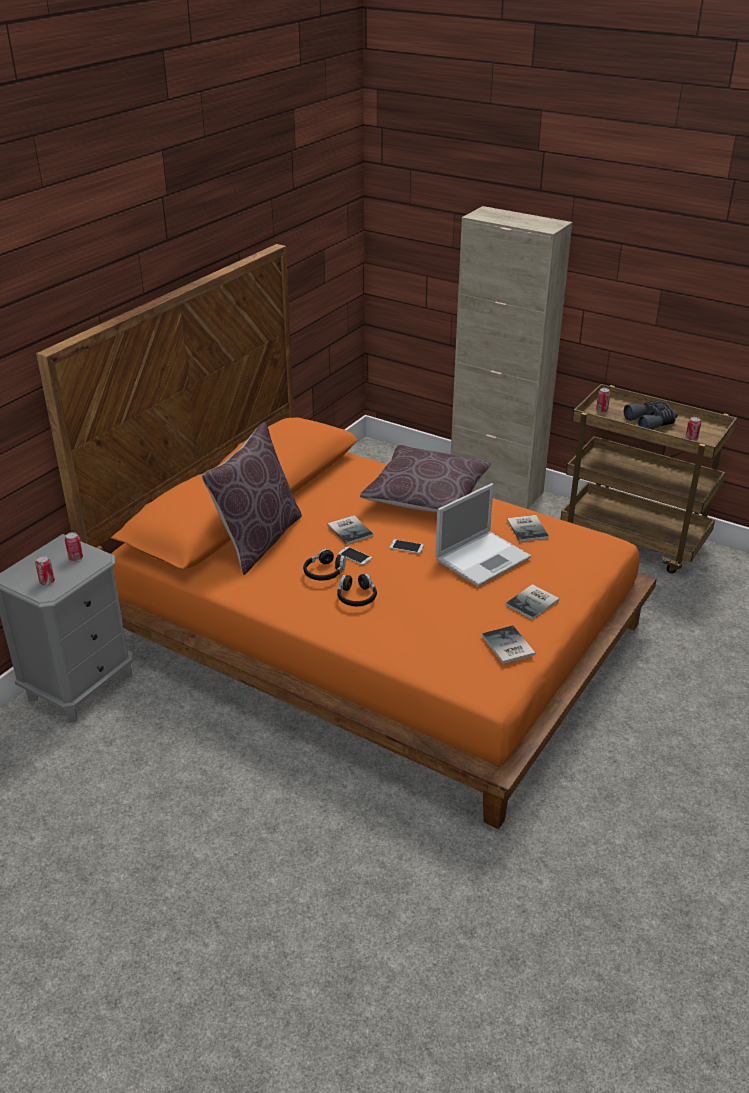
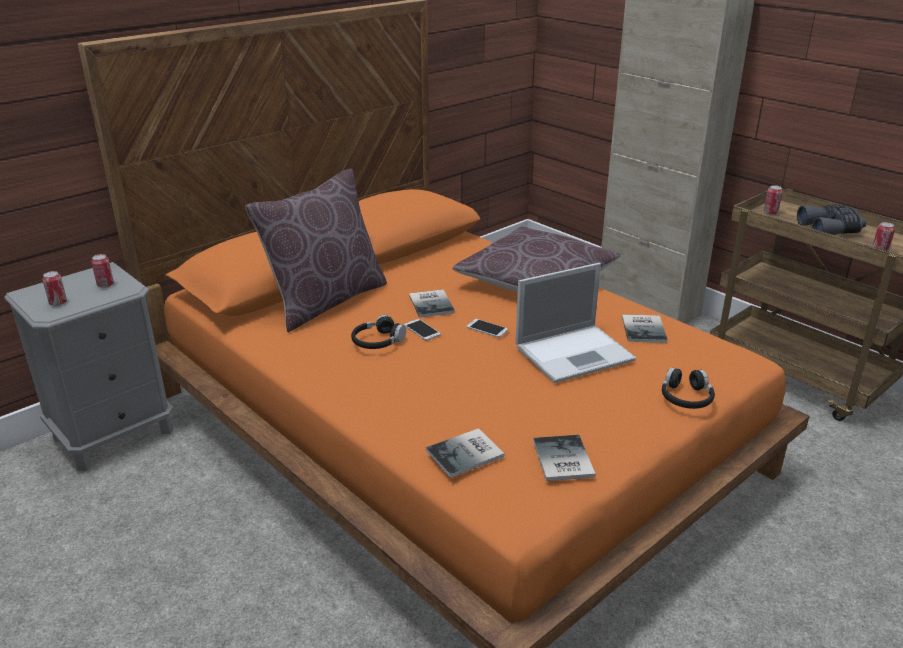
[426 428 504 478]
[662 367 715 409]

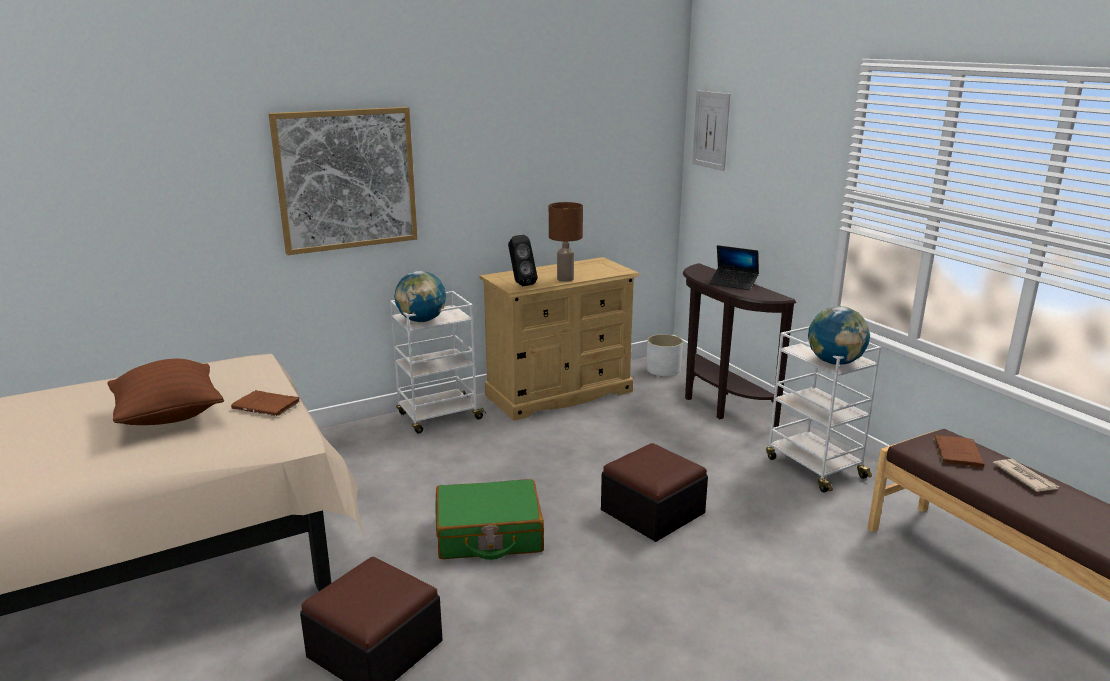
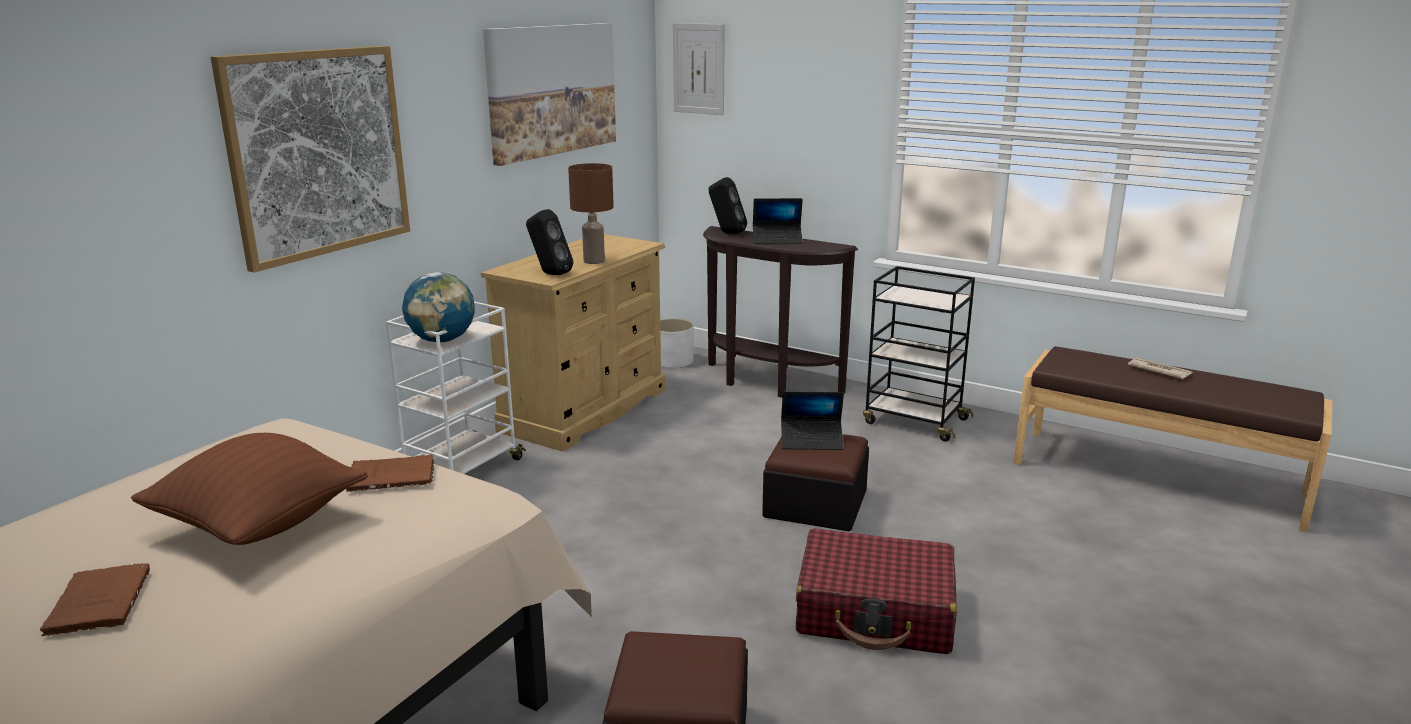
[40 563 150 636]
[483 23 616 166]
[709 177 747 234]
[781 391 844 450]
[796 528 957 654]
[863 266 975 442]
[435 479 544 560] (first image)
[808 306 870 365] (first image)

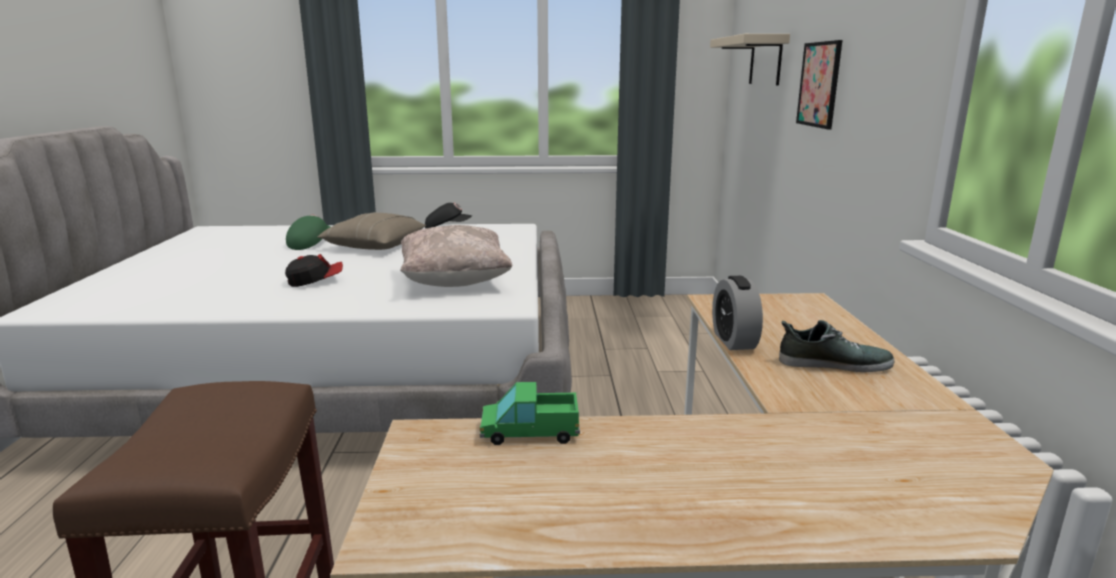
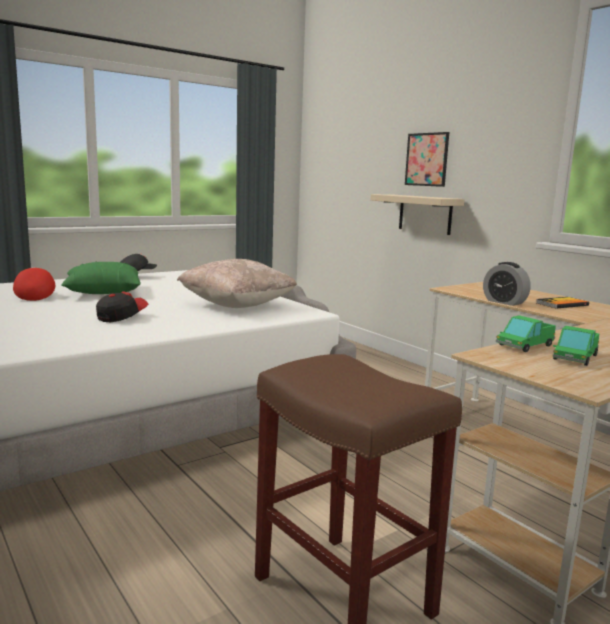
[13 267 55 301]
[61 262 141 294]
[371 194 464 235]
[536 297 589 309]
[553 326 599 366]

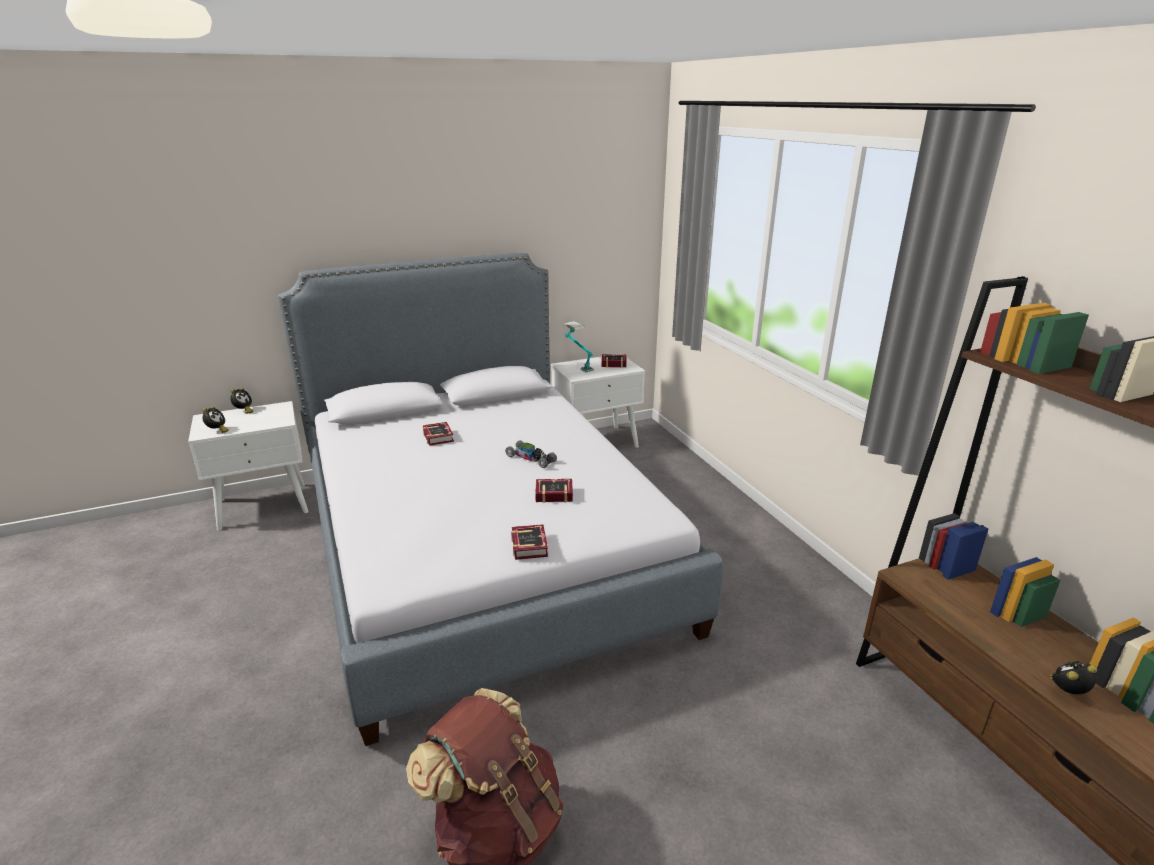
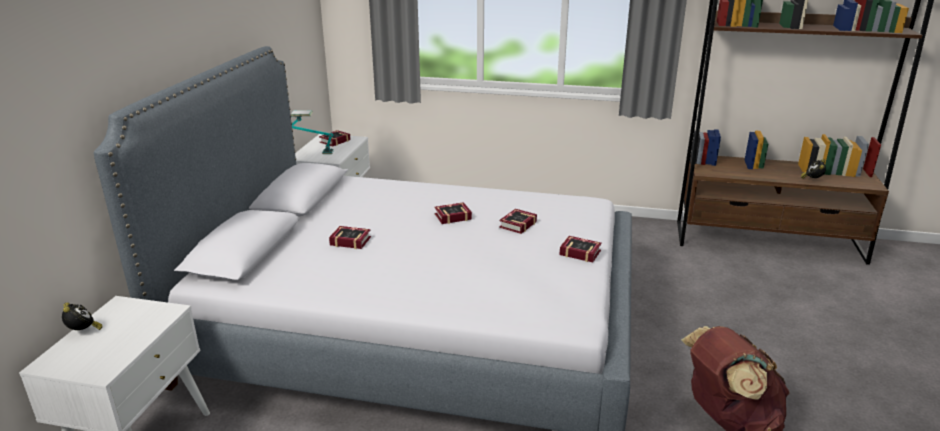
[434 202 472 224]
[202 406 229 433] (first image)

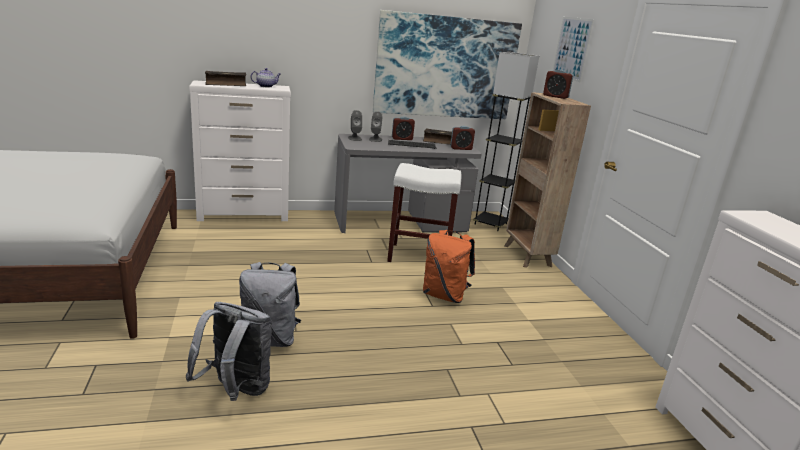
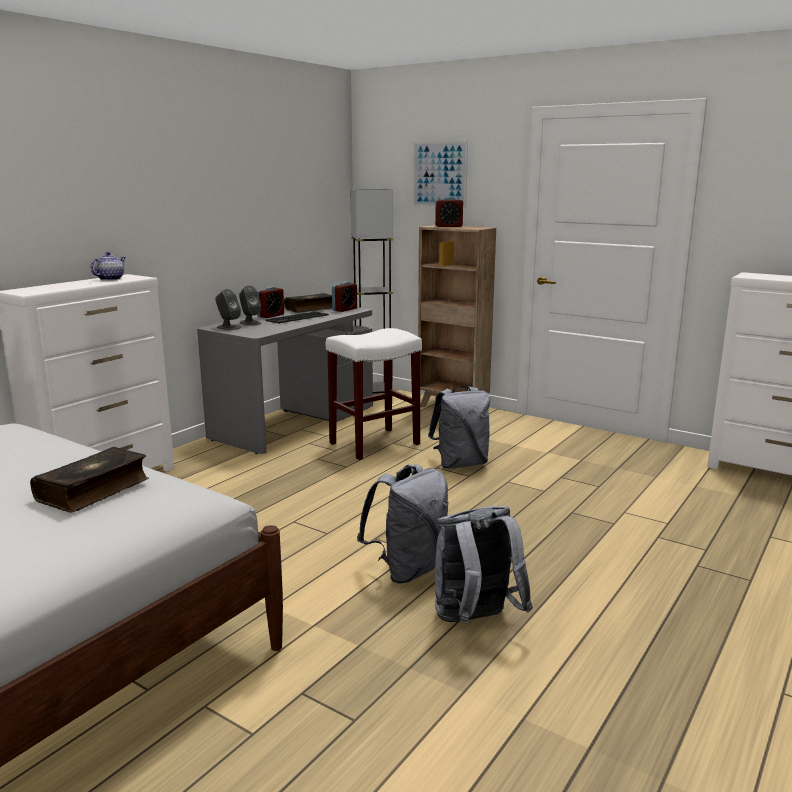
[30 447 149 513]
[428 386 490 469]
[373 10 522 119] (first image)

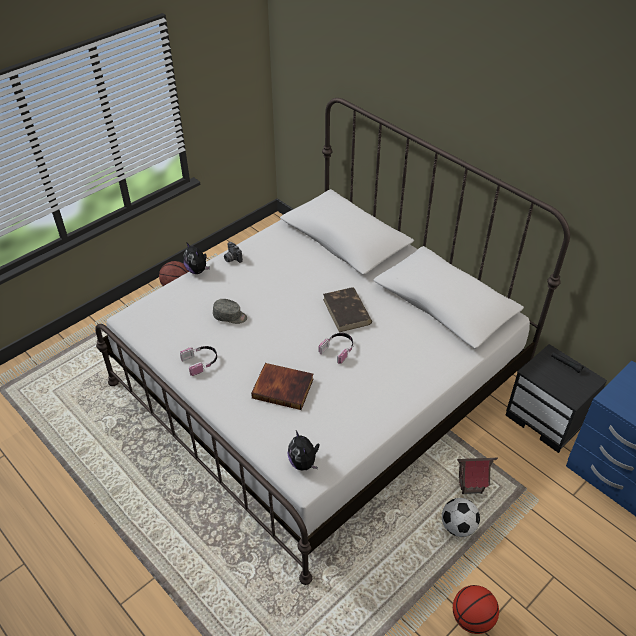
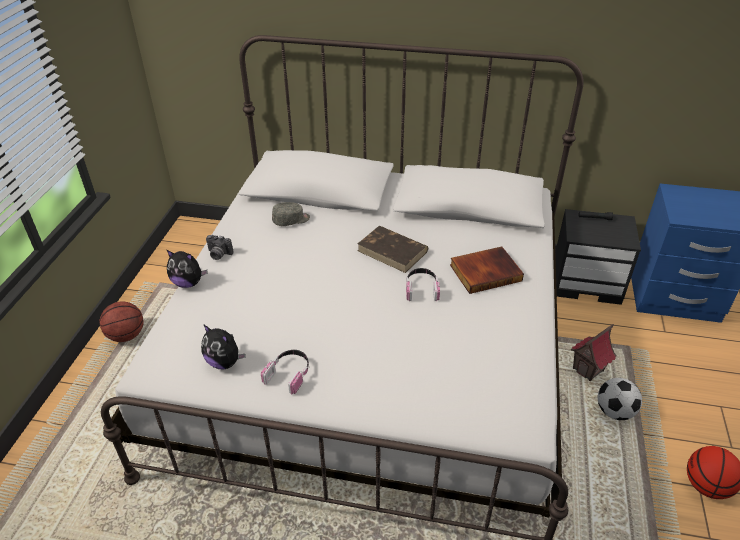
[201 324 246 370]
[272 202 310 226]
[450 246 524 294]

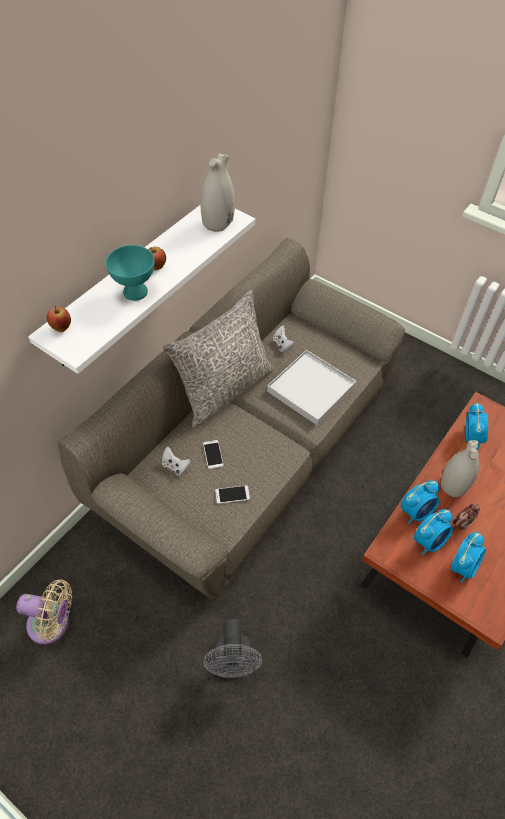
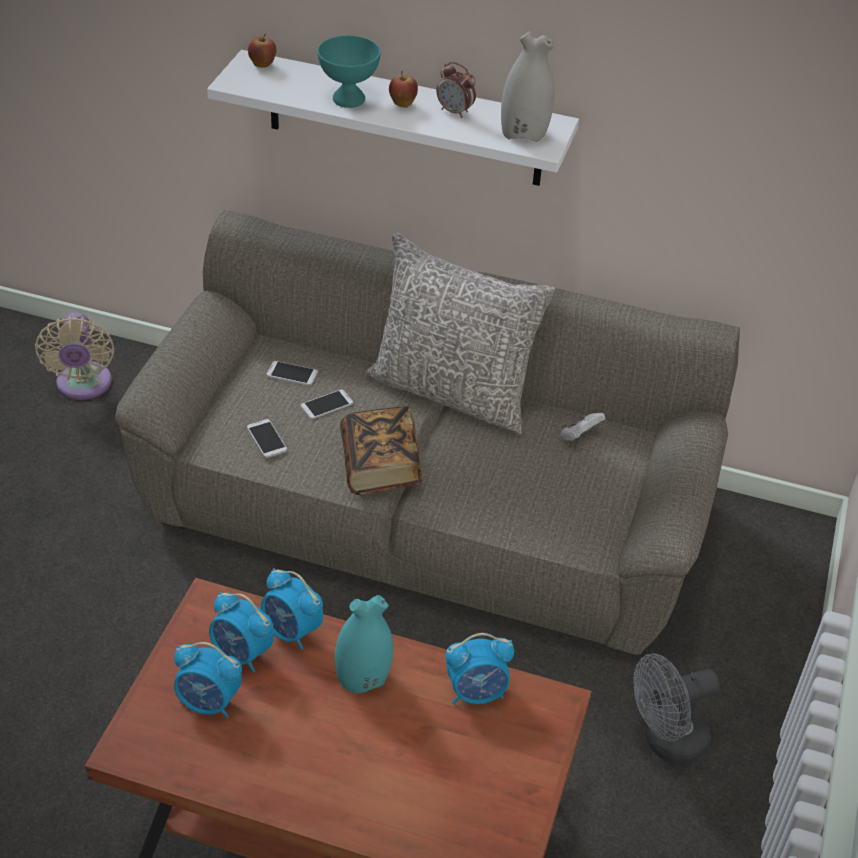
[266 361 318 386]
[335 595 393 694]
[340 406 422 495]
[437 62 476 118]
[634 654 720 764]
[267 350 356 425] (first image)

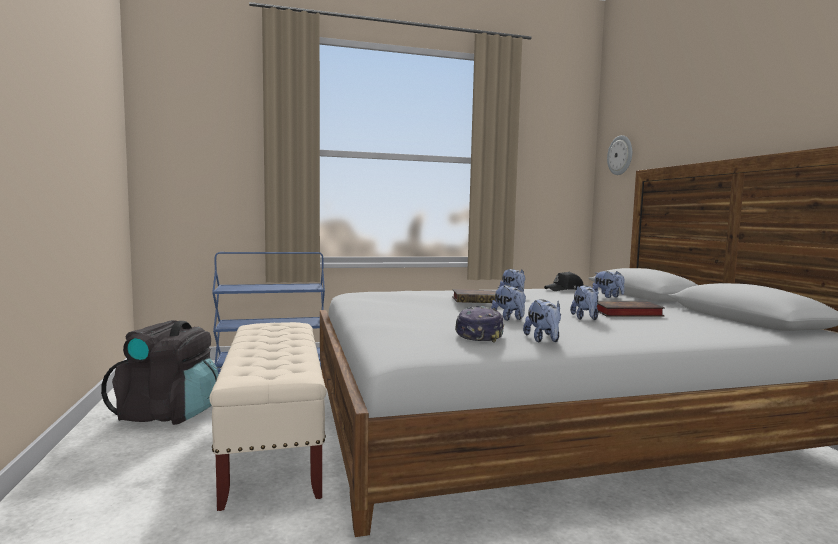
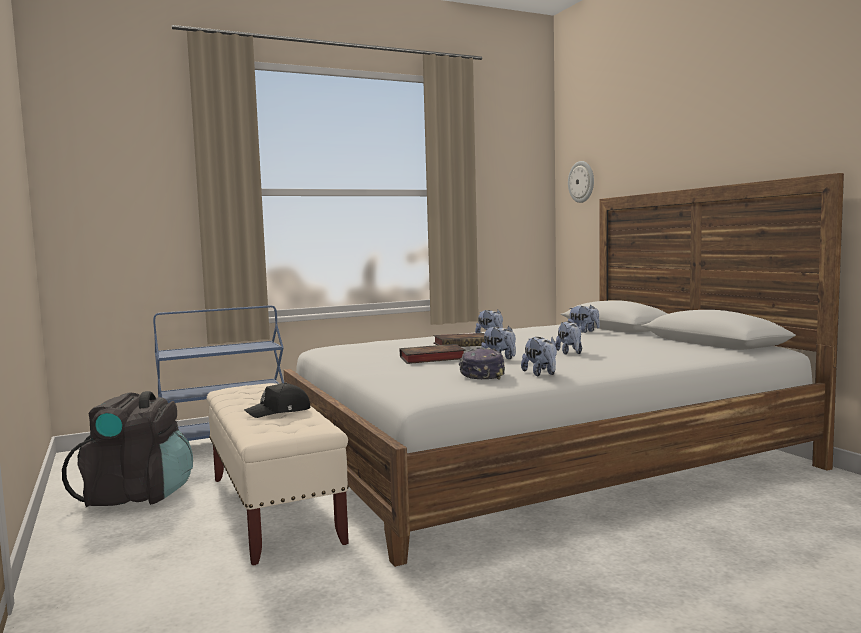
[244 382 310 418]
[400 344 466 364]

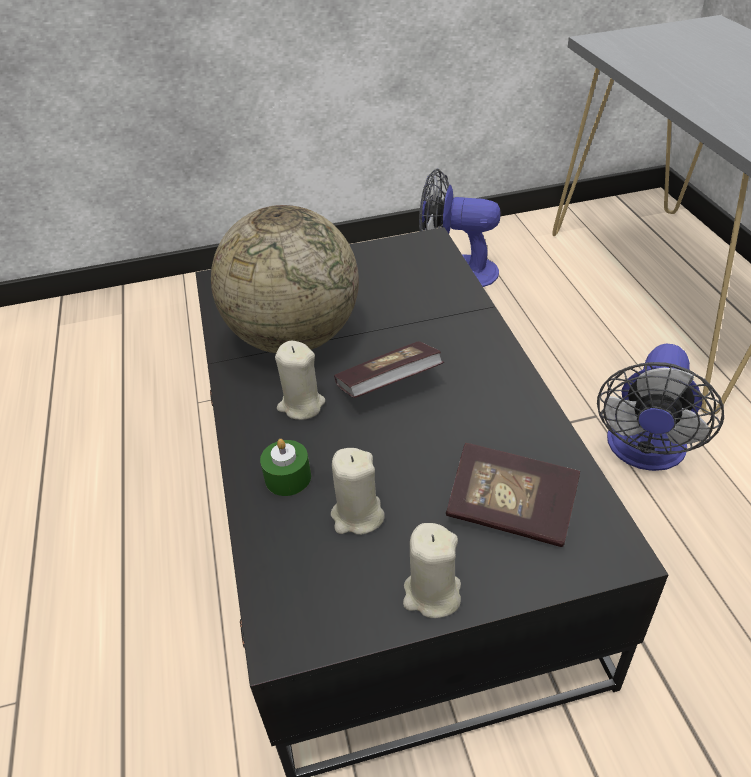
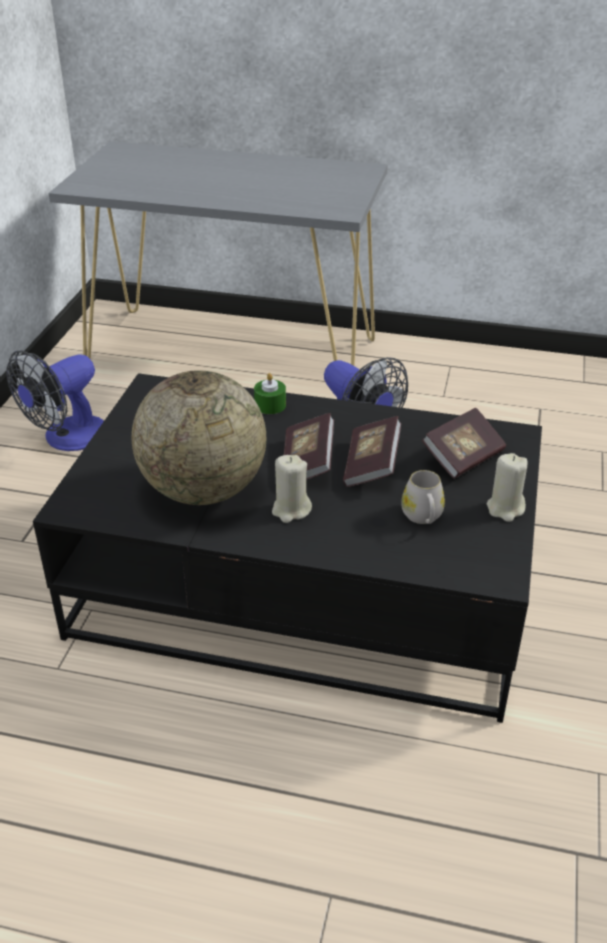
[254 373 286 414]
[343 416 401 487]
[401 470 445 524]

